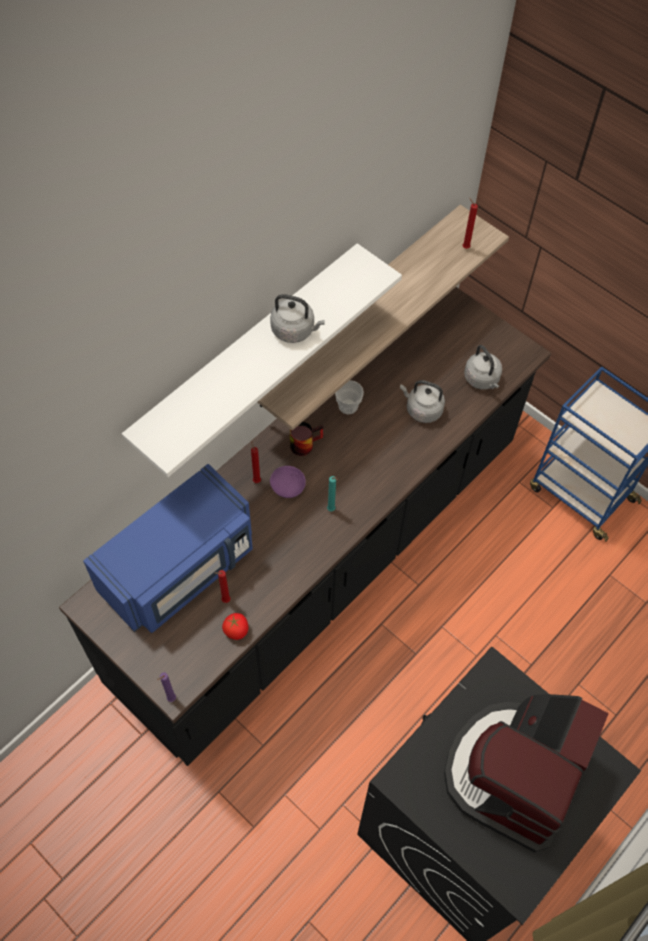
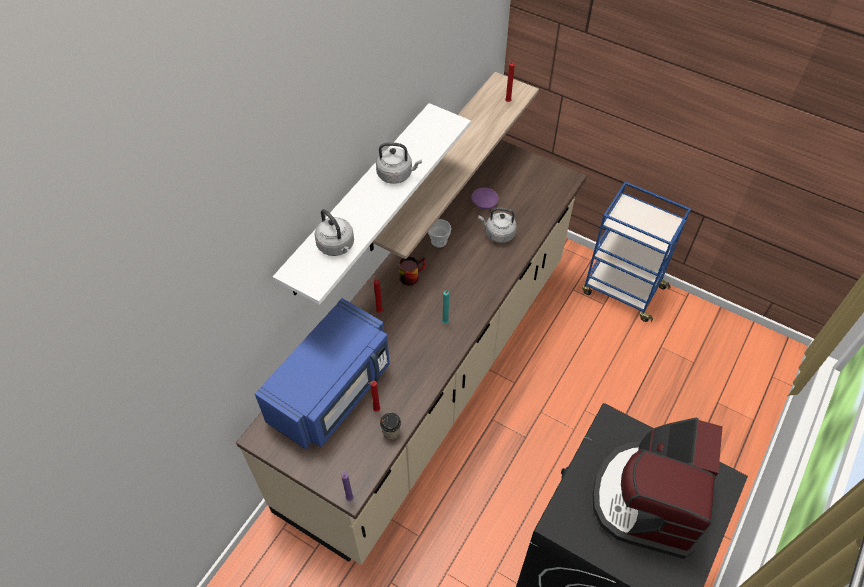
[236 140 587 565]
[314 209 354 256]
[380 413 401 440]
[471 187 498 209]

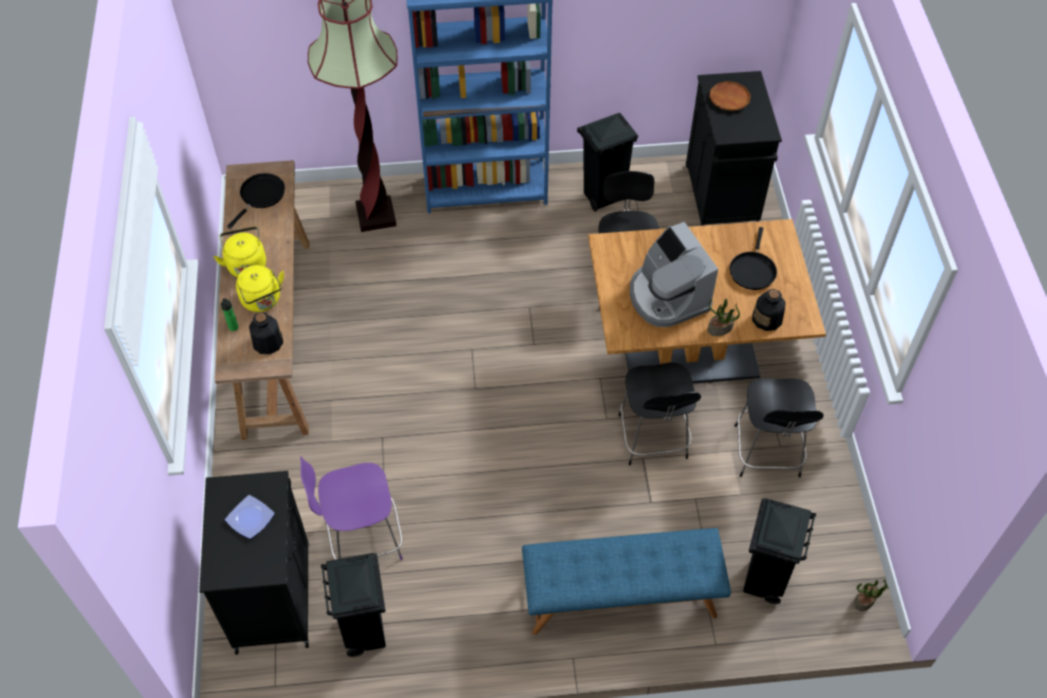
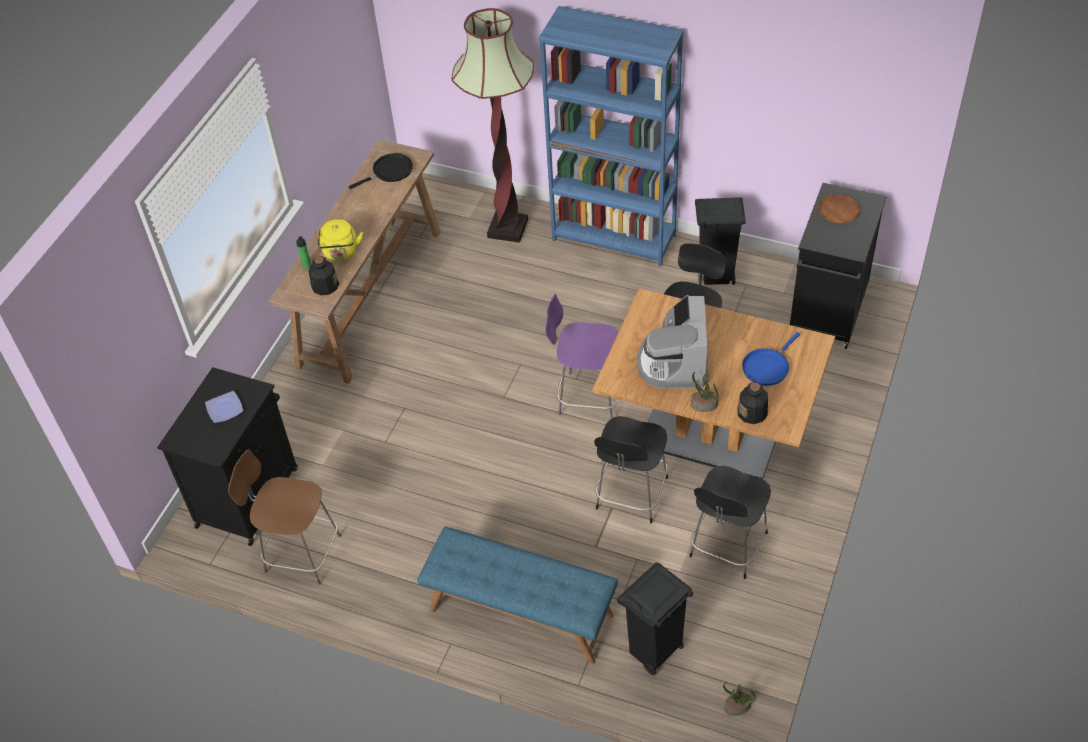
[228 449 341 585]
[545 294 619 419]
[742 332 800 386]
[214 226 266 278] (first image)

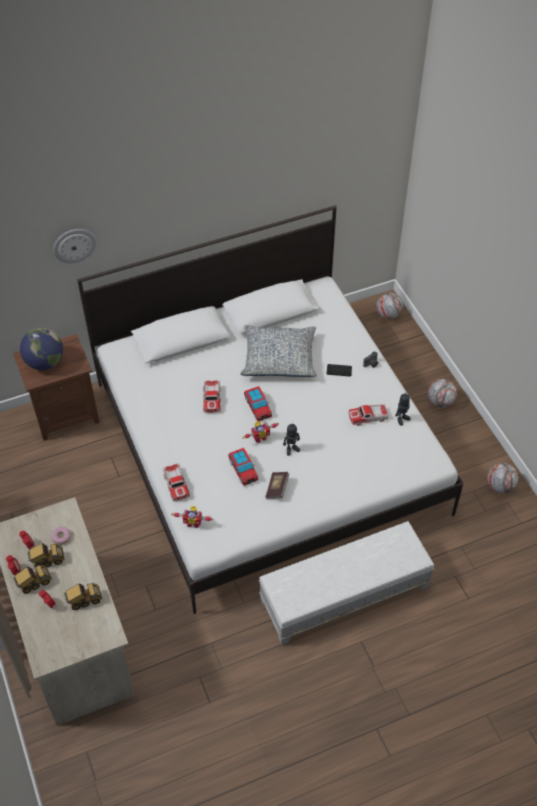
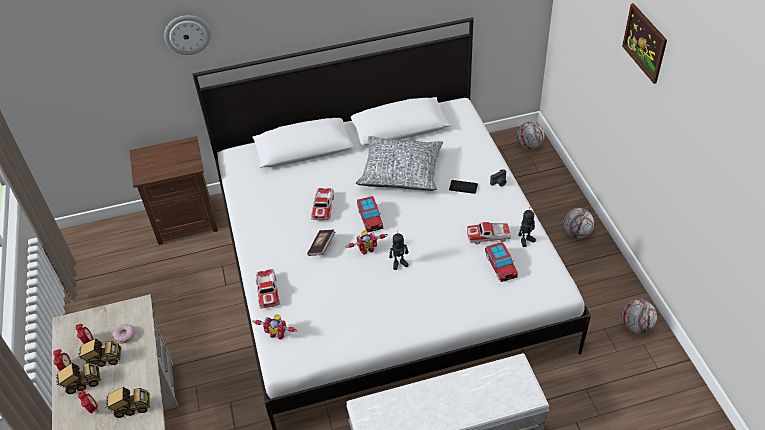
[307 230 335 256]
[485 242 518 282]
[622 3 667 84]
[20 328 63 370] (first image)

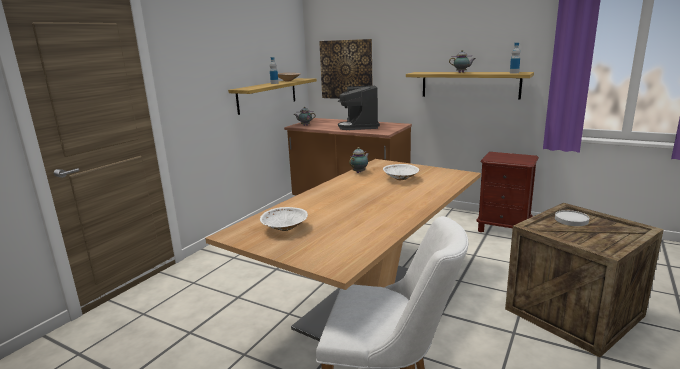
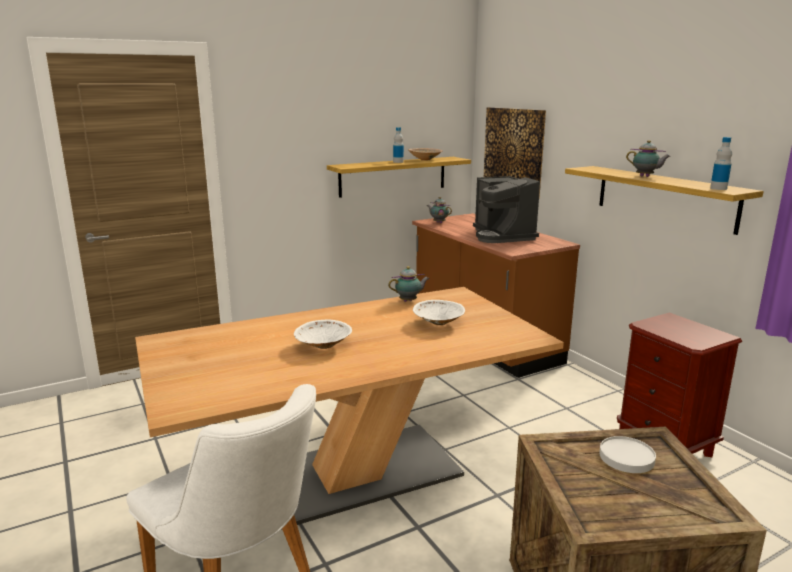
[294 319 352 349]
[473 176 540 243]

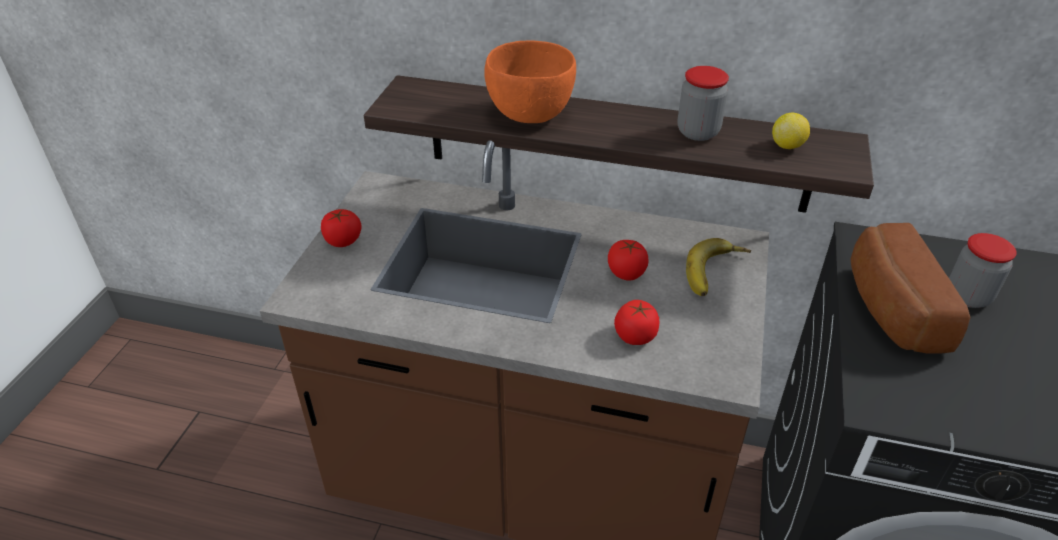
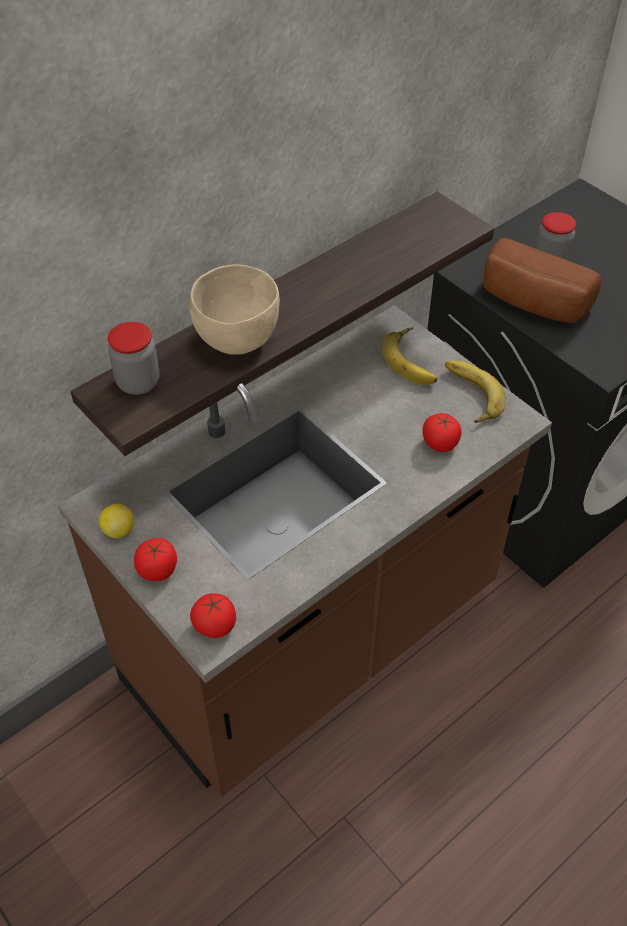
[99 504 134 538]
[108 322 159 395]
[190 264 280 355]
[190 593 236 638]
[445 361 506 423]

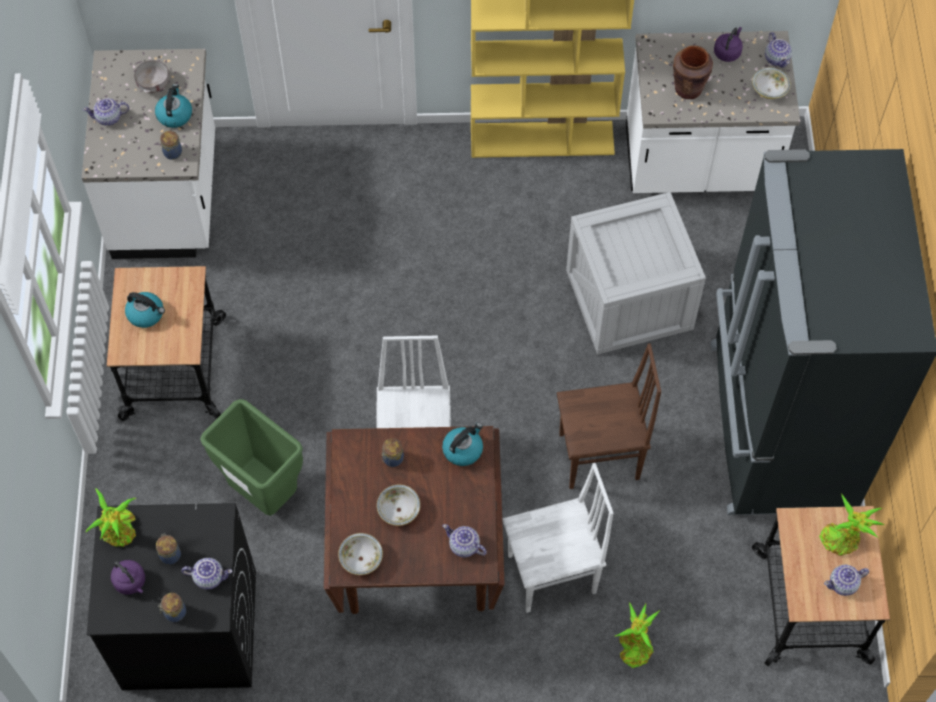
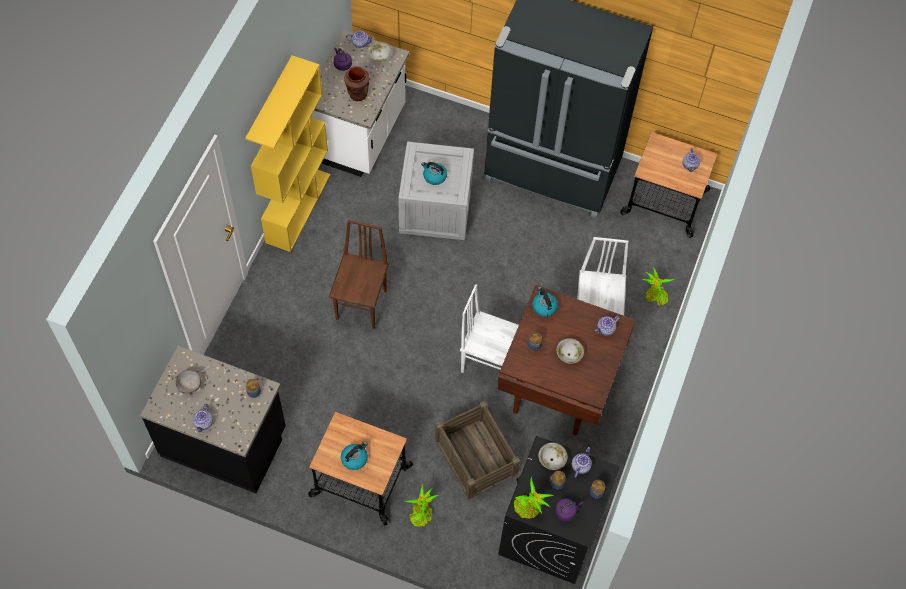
[140 346 286 493]
[329 220 389 329]
[405 483 438 526]
[421 162 447 185]
[435 401 520 500]
[538 443 567 470]

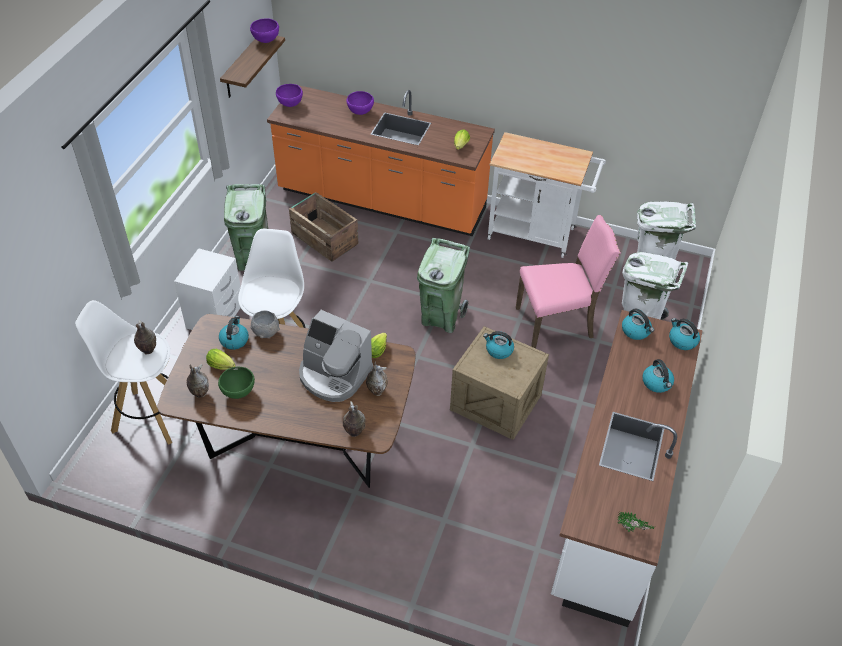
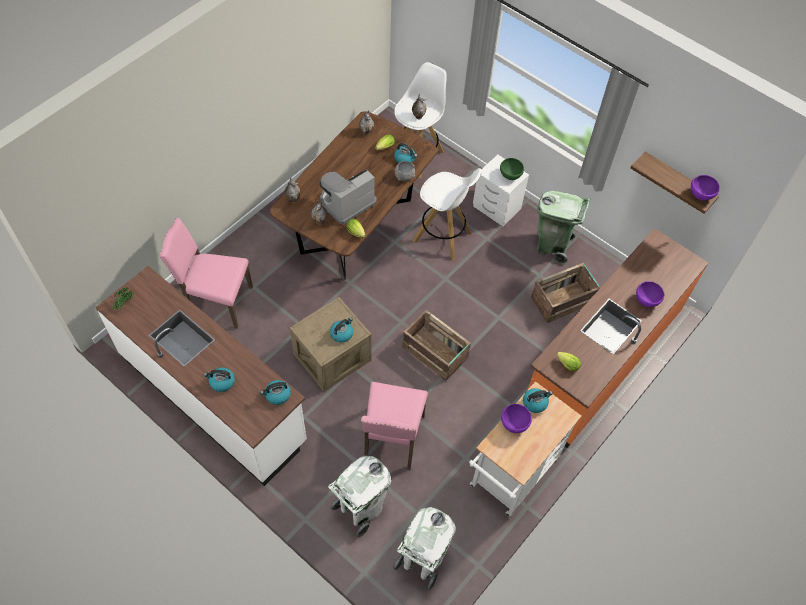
[159 218 253 329]
[402 310 471 381]
[500 158 524 180]
[501 404 532 433]
[523 388 553 413]

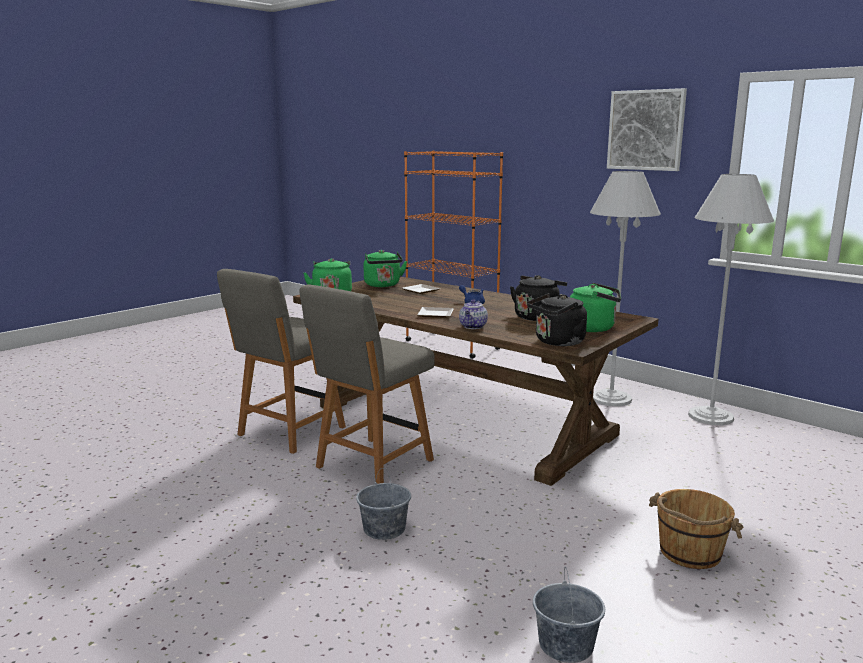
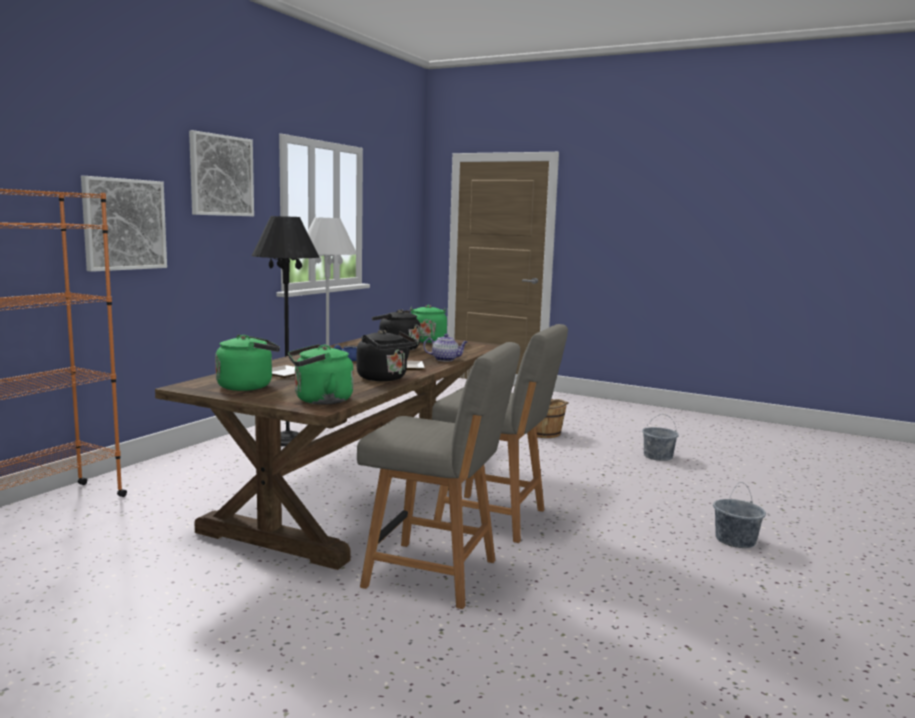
[81 176 167 272]
[252 216 319 446]
[357 330 417 381]
[713 482 766 548]

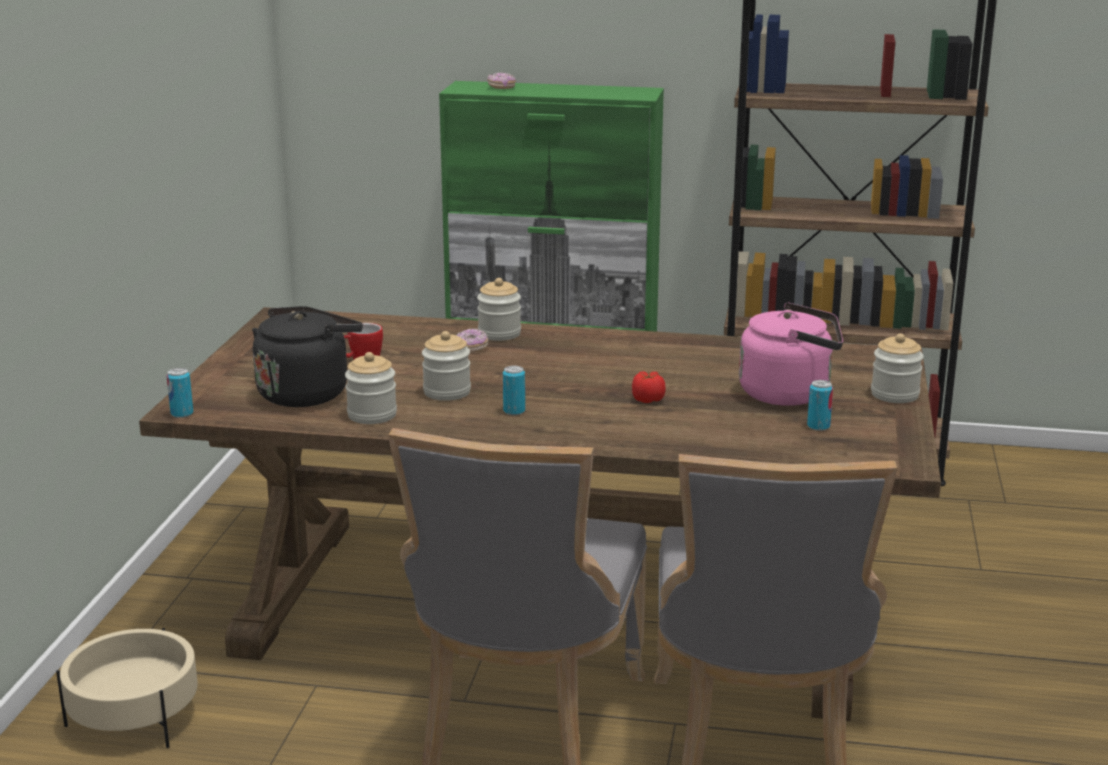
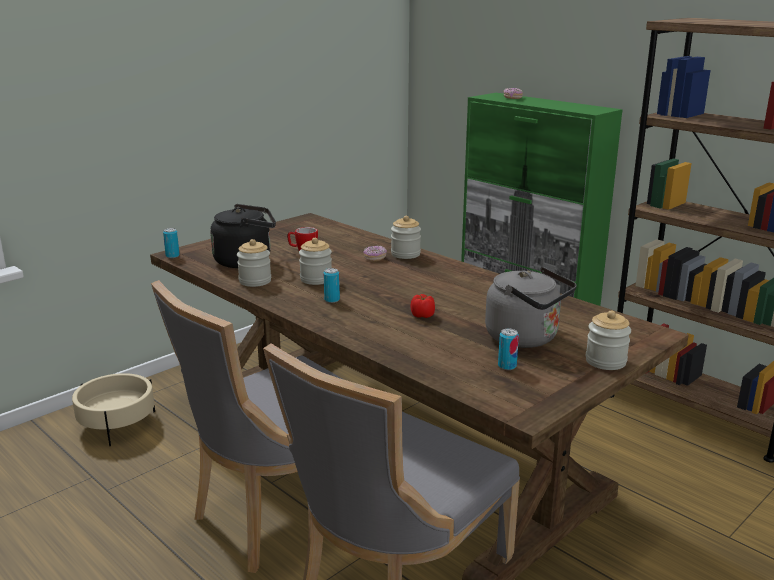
[485 267 577 348]

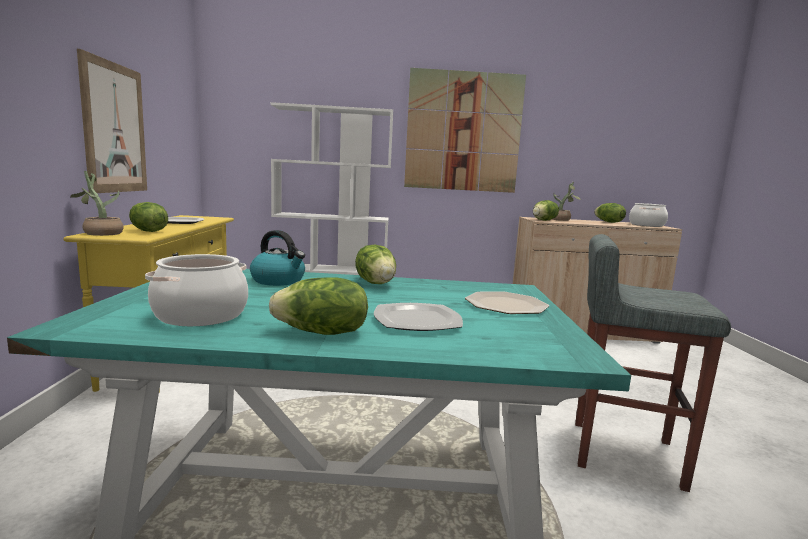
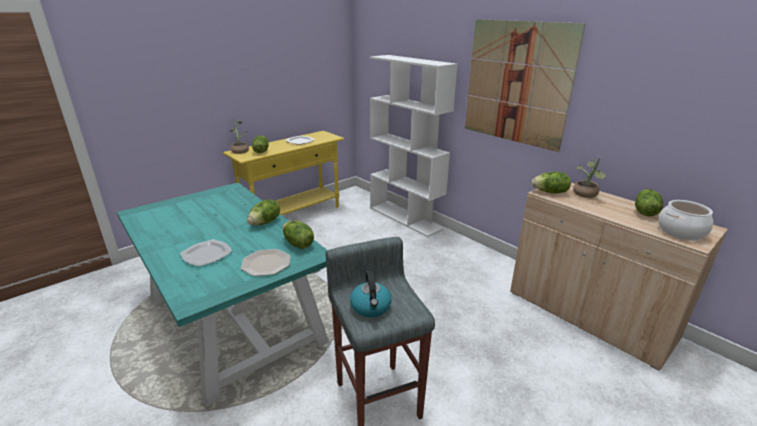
[283 221 314 249]
[350 271 392 317]
[77 49 147 194] (first image)
[145 254 248 326] (first image)

